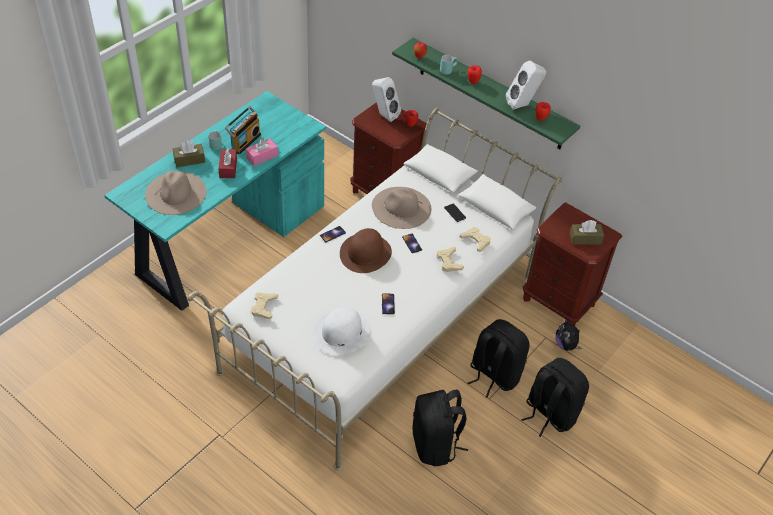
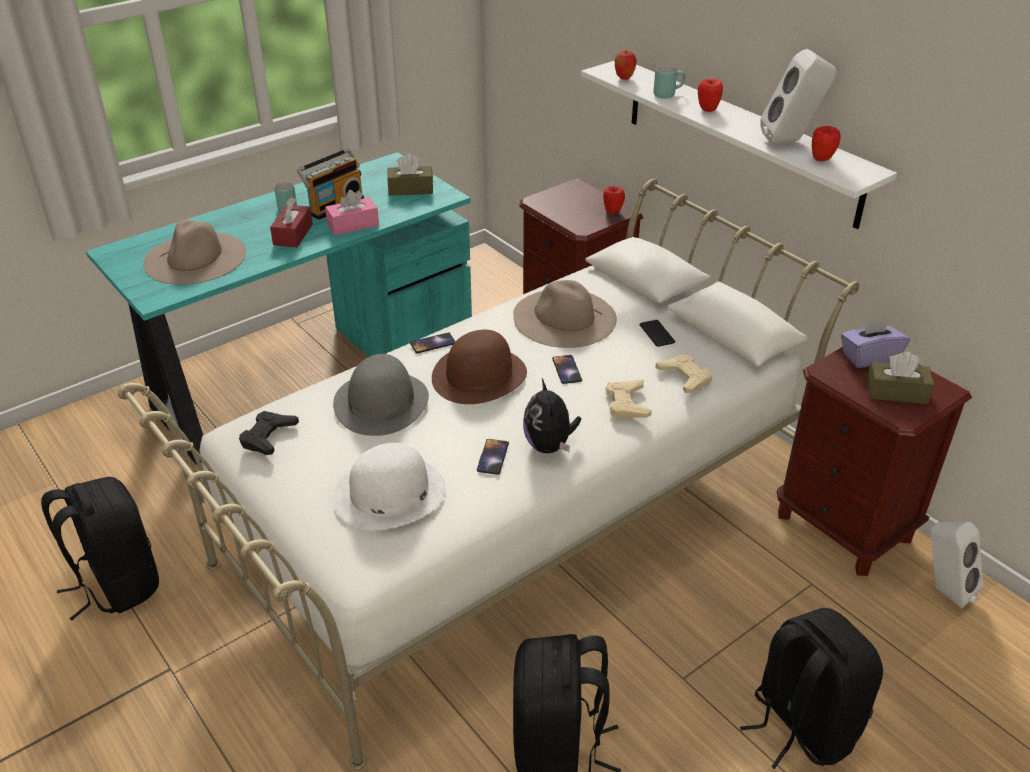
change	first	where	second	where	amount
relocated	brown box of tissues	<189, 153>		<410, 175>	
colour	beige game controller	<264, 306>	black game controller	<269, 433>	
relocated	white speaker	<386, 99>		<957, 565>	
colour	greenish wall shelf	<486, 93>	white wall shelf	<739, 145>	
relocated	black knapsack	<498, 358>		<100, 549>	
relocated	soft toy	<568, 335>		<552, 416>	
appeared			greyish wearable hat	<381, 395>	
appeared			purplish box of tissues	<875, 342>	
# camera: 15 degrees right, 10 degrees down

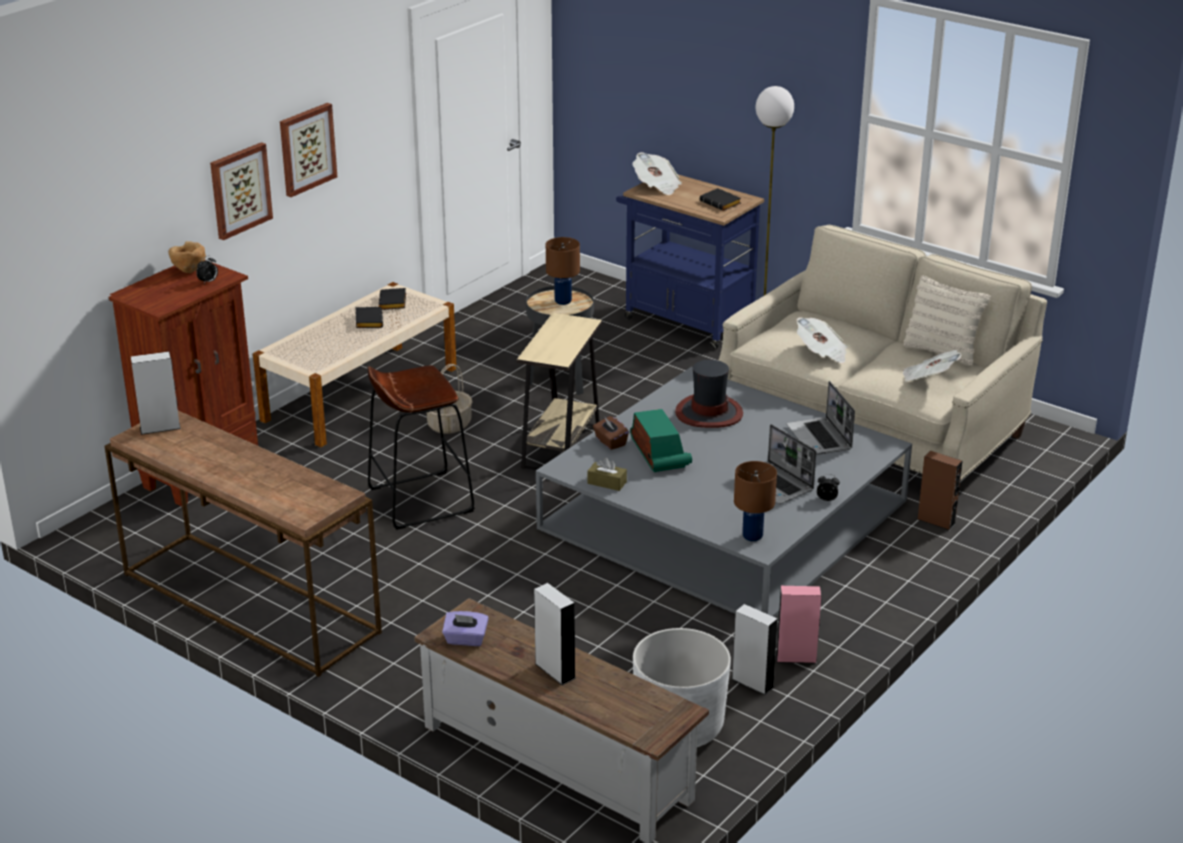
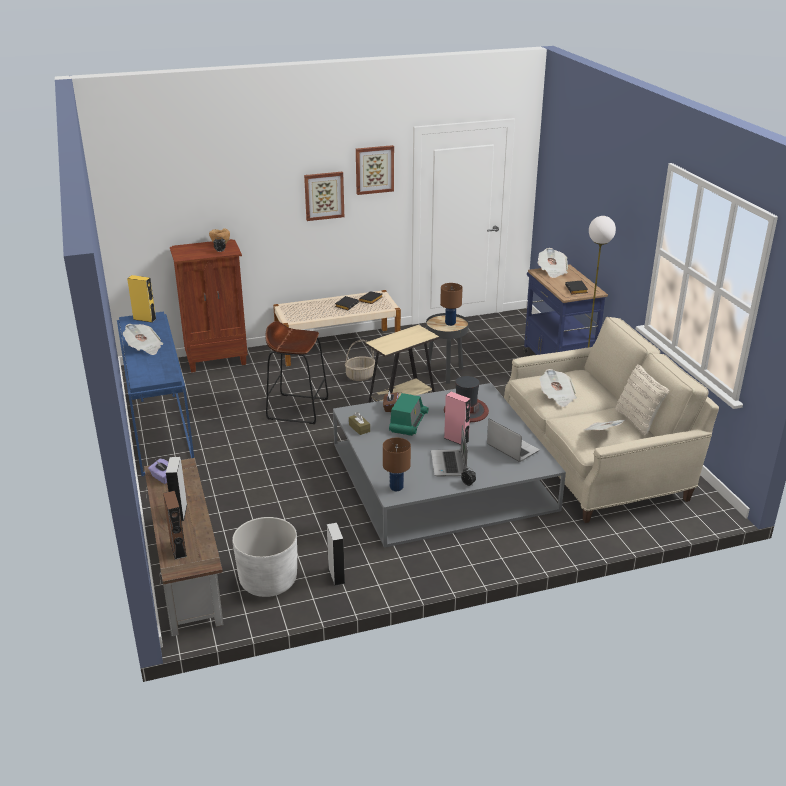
change	first	where	second	where	amount
colour	brown console table	<243, 544>	bluish console table	<155, 394>	
colour	greyish speaker	<156, 393>	yellow speaker	<141, 299>	
relocated	wall picture	<241, 191>		<375, 170>	
relocated	pink speaker	<798, 625>		<457, 418>	
spun	laptop	<821, 418>		<513, 440>	120 degrees clockwise
relocated	brown speaker	<939, 490>		<175, 525>	
appeared			printed paper	<143, 339>	
# camera: 35 degrees right, 0 degrees up

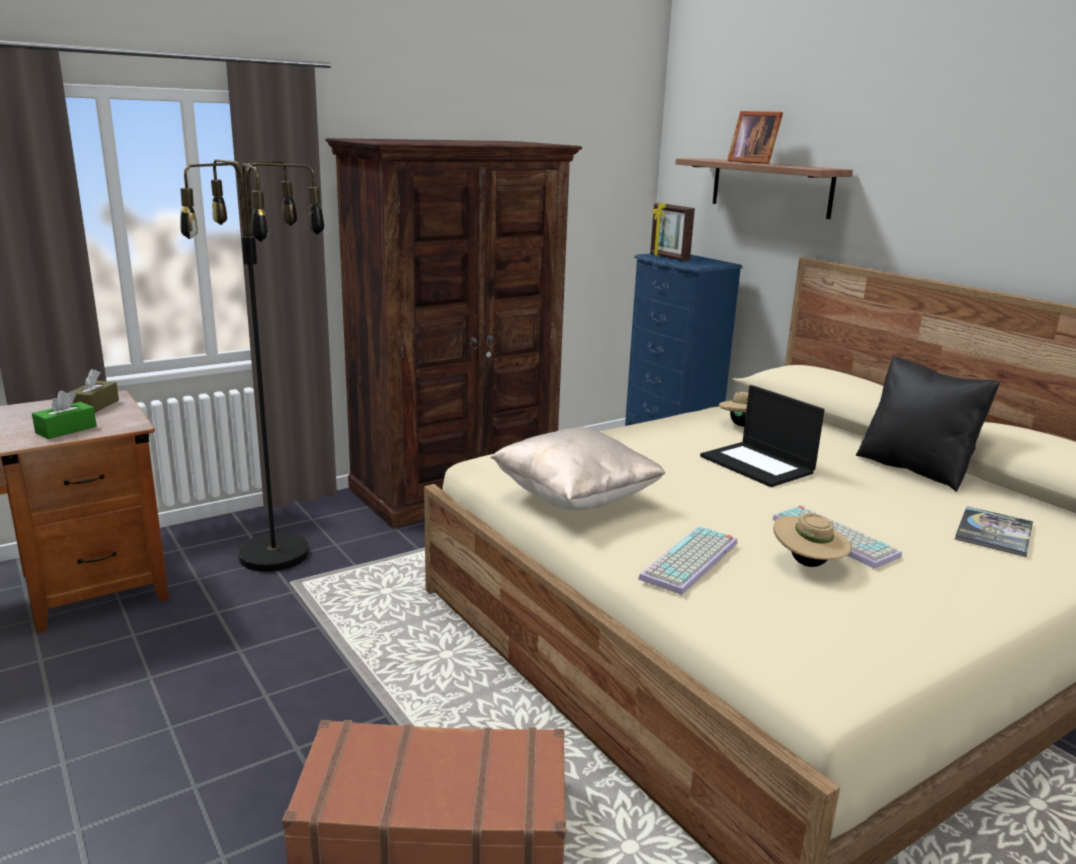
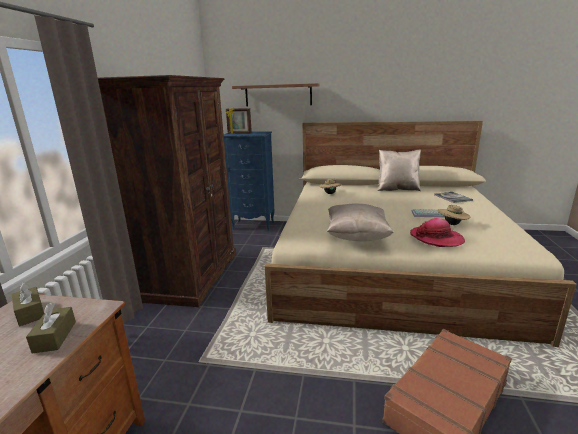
change	first	where	second	where	amount
colour	greenish box of tissues	<64, 414>	brown box of tissues	<51, 327>	
missing	floor lamp	<252, 365>			
exchanged	keyboard	<687, 560>	wearable hat	<437, 232>	
missing	laptop	<762, 436>			
missing	photo frame	<755, 137>			
colour	black cushion	<928, 423>	beige cushion	<399, 170>	
# camera: 45 degrees left, 0 degrees up

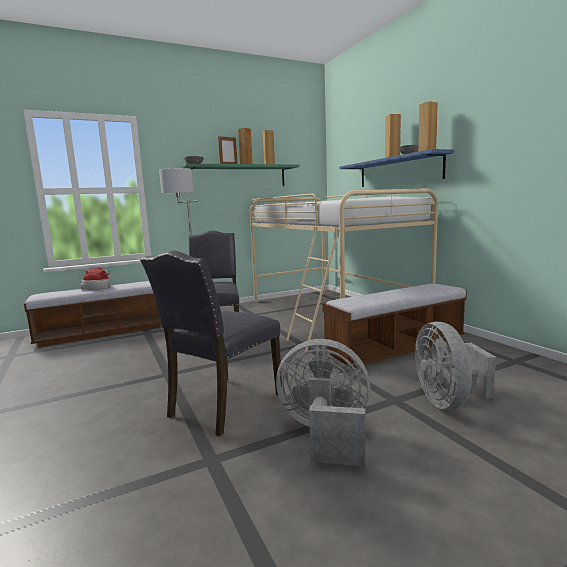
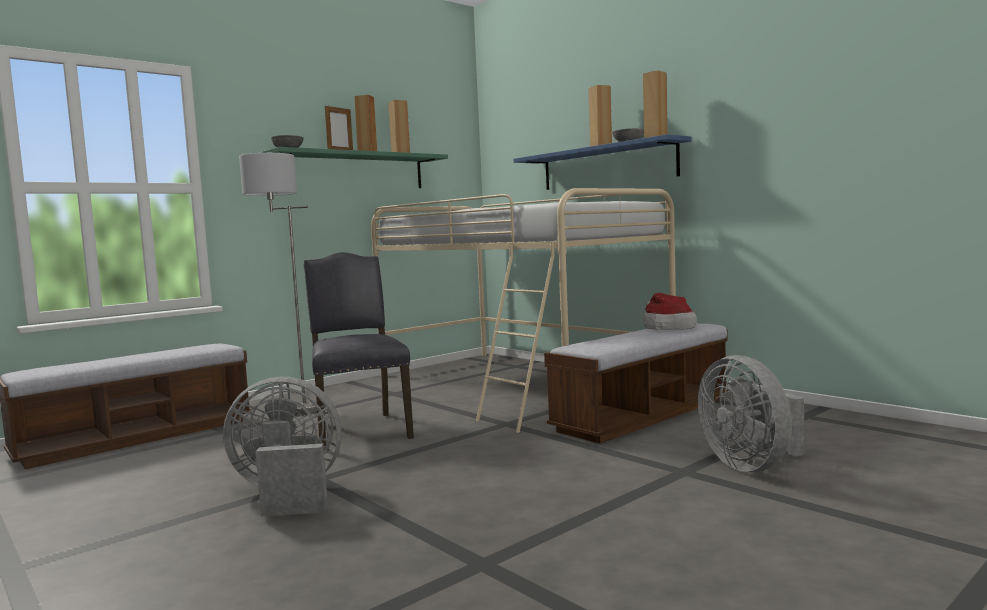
change	first	where	second	where	amount
relocated	wearable hat	<96, 278>		<670, 311>	
missing	greyish chair	<211, 343>			
relocated	greyish fan	<323, 403>		<282, 446>	
# camera: 15 degrees left, 5 degrees down

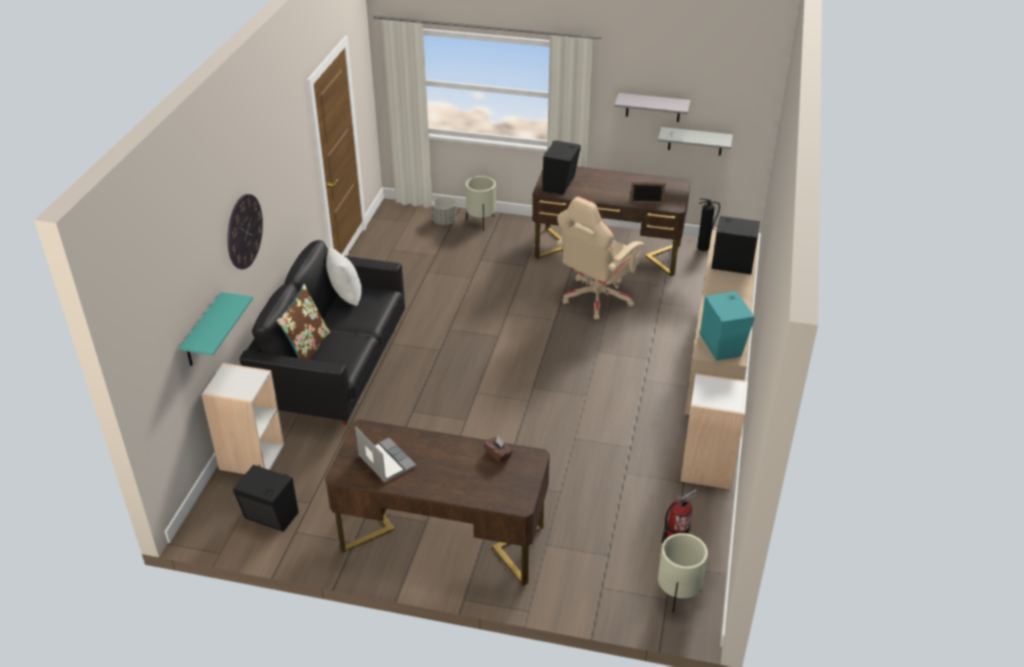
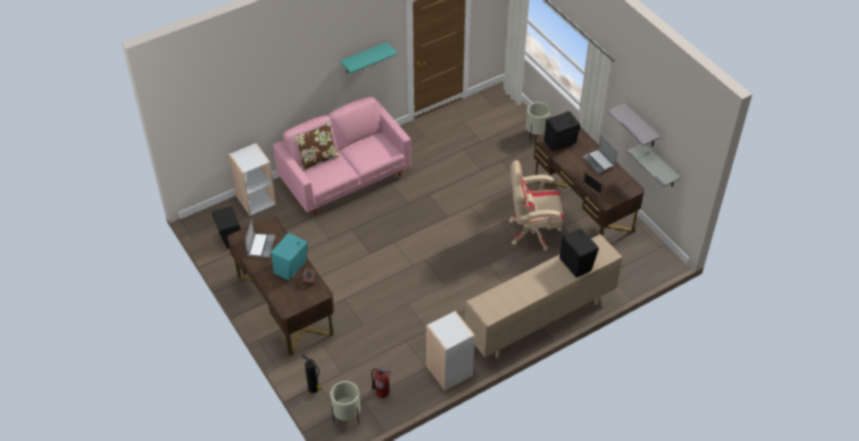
change	first	where	second	where	amount
relocated	turquoise-coloured wall shelf	<216, 329>		<369, 57>	
missing	clock on the wall	<245, 231>			
colour	black settee	<322, 332>	pink settee	<341, 155>	
missing	white cushion	<344, 277>			
missing	greyish plant pot	<444, 210>			
relocated	fire-fighting cylinder	<709, 224>		<311, 373>	
relocated	turquoise-coloured speaker	<727, 325>		<289, 257>	
appeared			laptop	<600, 154>	
# camera: 45 degrees right, 10 degrees up

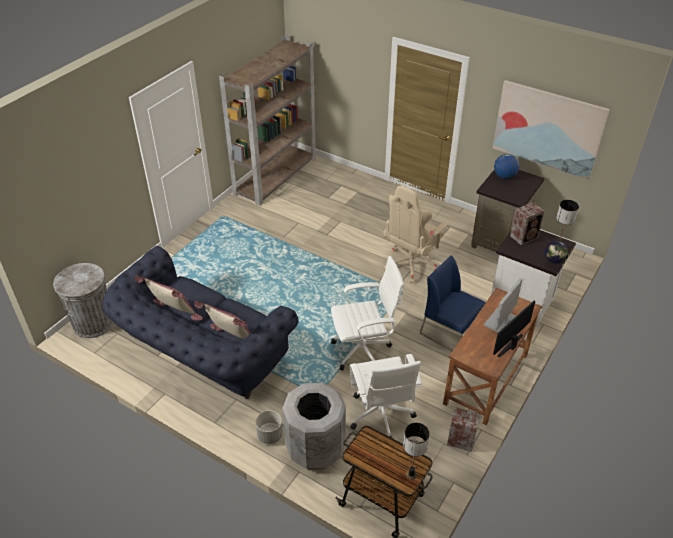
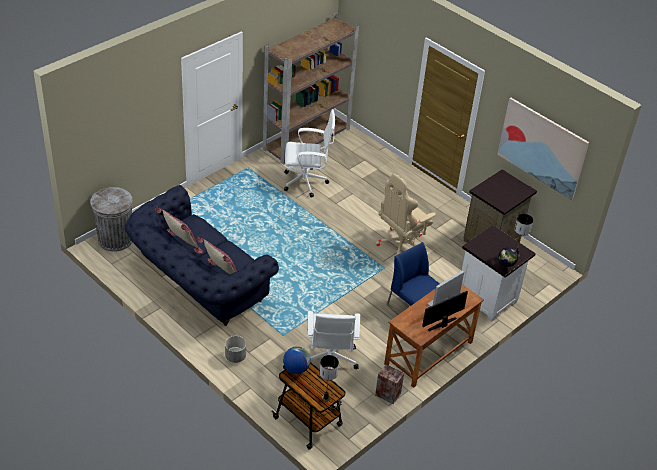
change	first	where	second	where	amount
missing	greyish rubbish bin	<314, 426>			
relocated	white computer chair	<367, 313>		<309, 153>	
relocated	desk globe	<507, 166>		<297, 360>	
missing	speaker	<527, 223>			
# camera: 10 degrees right, 0 degrees up

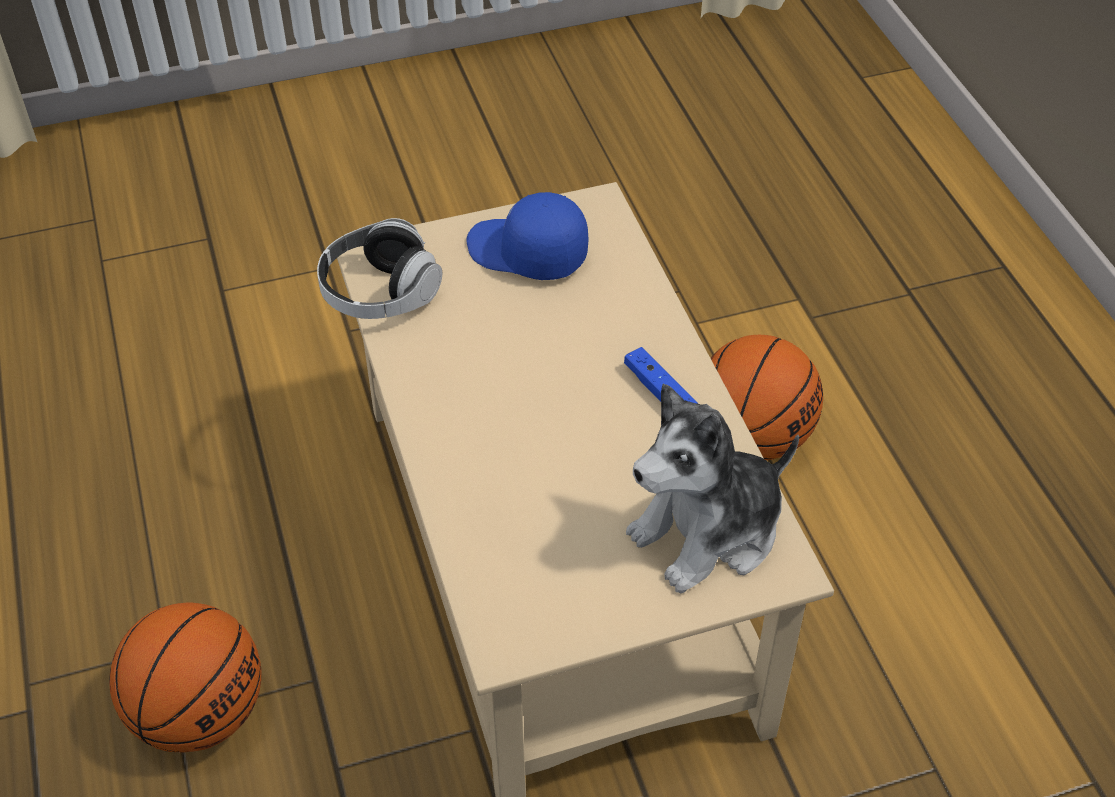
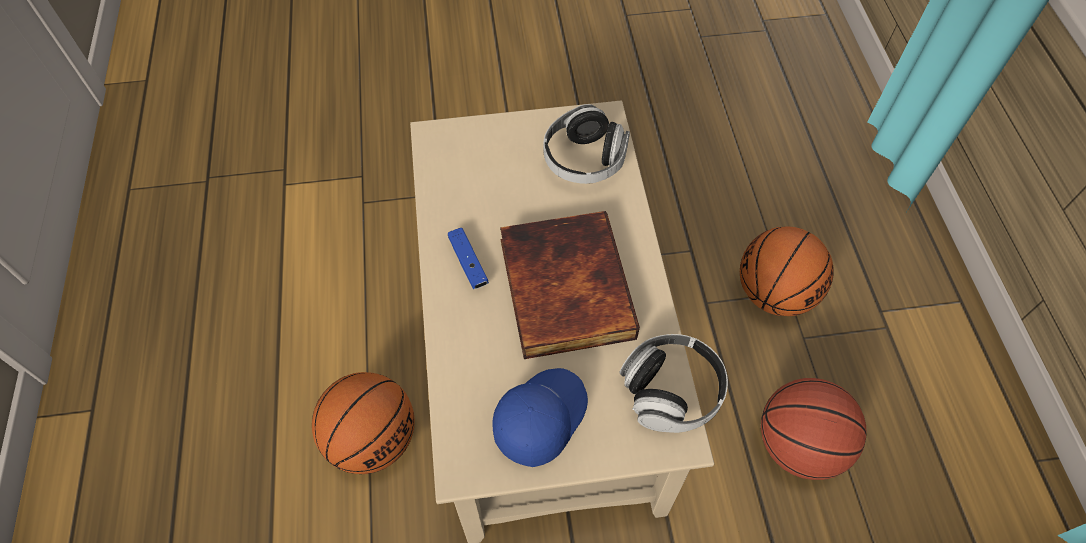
change	first	where	second	where	amount
spun	bluish cap	<528, 236>		<540, 417>	90 degrees counterclockwise
missing	soft toy	<712, 488>			
appeared			bound book	<570, 285>	
appeared			headset	<587, 144>	
appeared			basketball ball	<813, 429>	
# camera: 170 degrees left, 10 degrees up

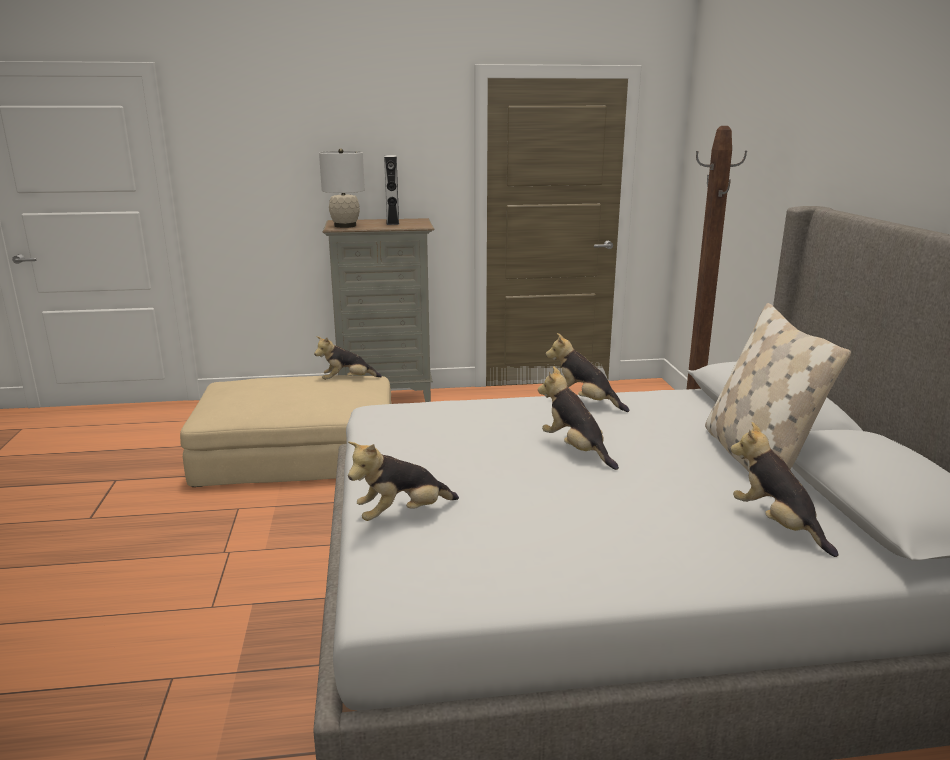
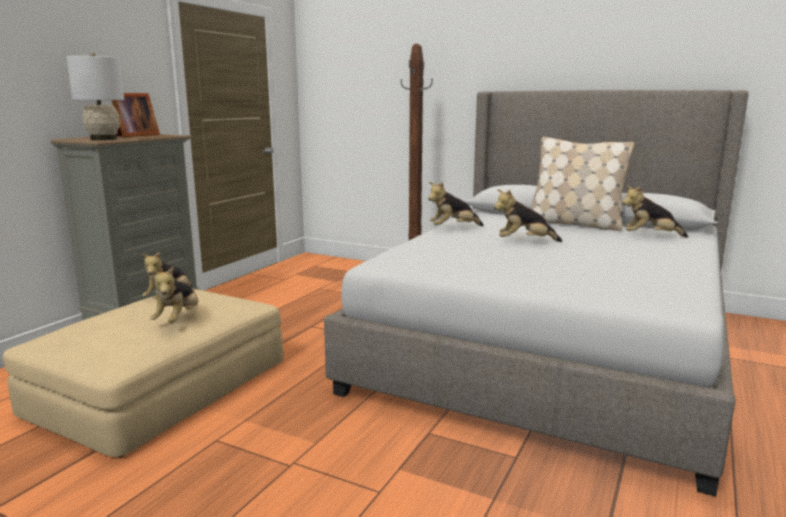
change	first	where	second	where	amount
relocated	soft toy	<403, 481>		<174, 295>	
exchanged	greyish speaker	<391, 190>	photo frame	<136, 115>	
# camera: 55 degrees left, 5 degrees down

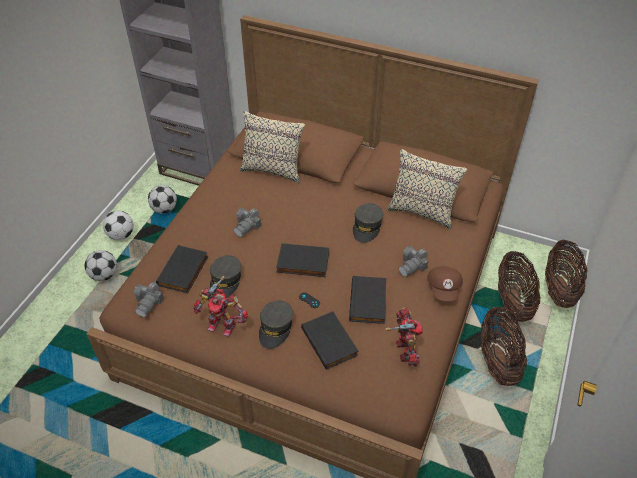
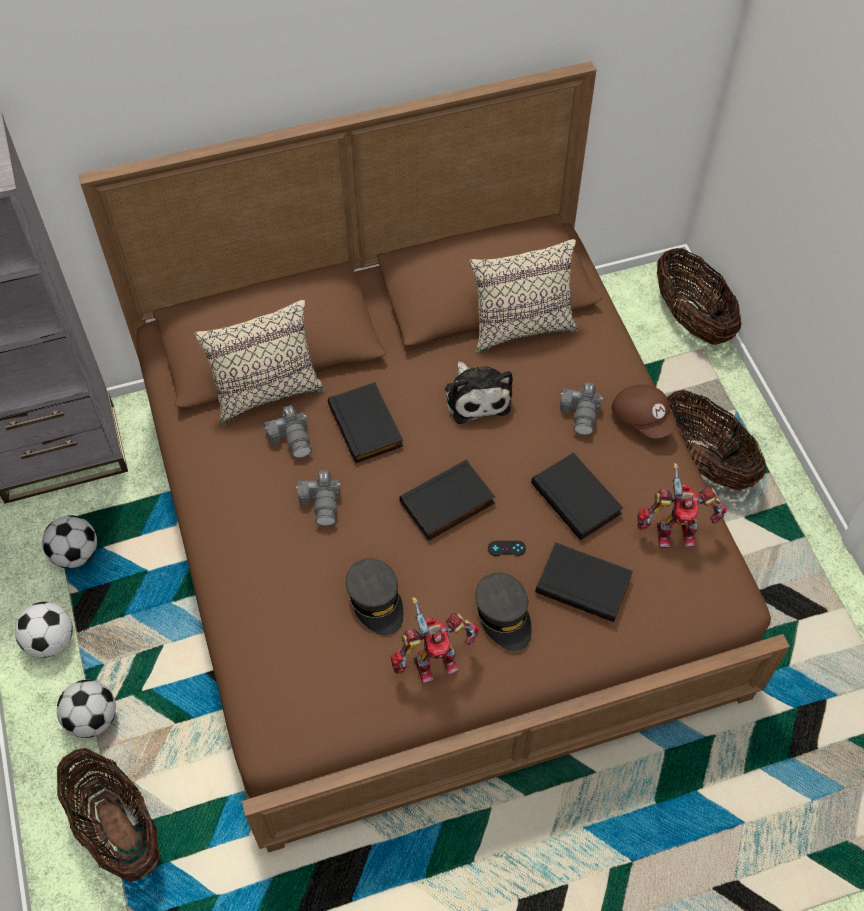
change	first	where	second	where	amount
relocated	photo camera	<149, 299>		<288, 431>	
relocated	black bound book	<182, 269>		<365, 422>	
exchanged	greyish cap	<368, 223>	soft toy	<479, 392>	
spun	toy robot	<404, 337>		<682, 505>	135 degrees clockwise
relocated	basket	<519, 286>		<108, 815>	
# camera: 40 degrees left, 10 degrees up

